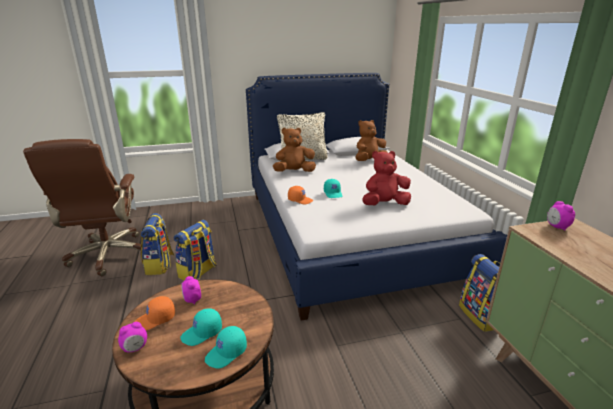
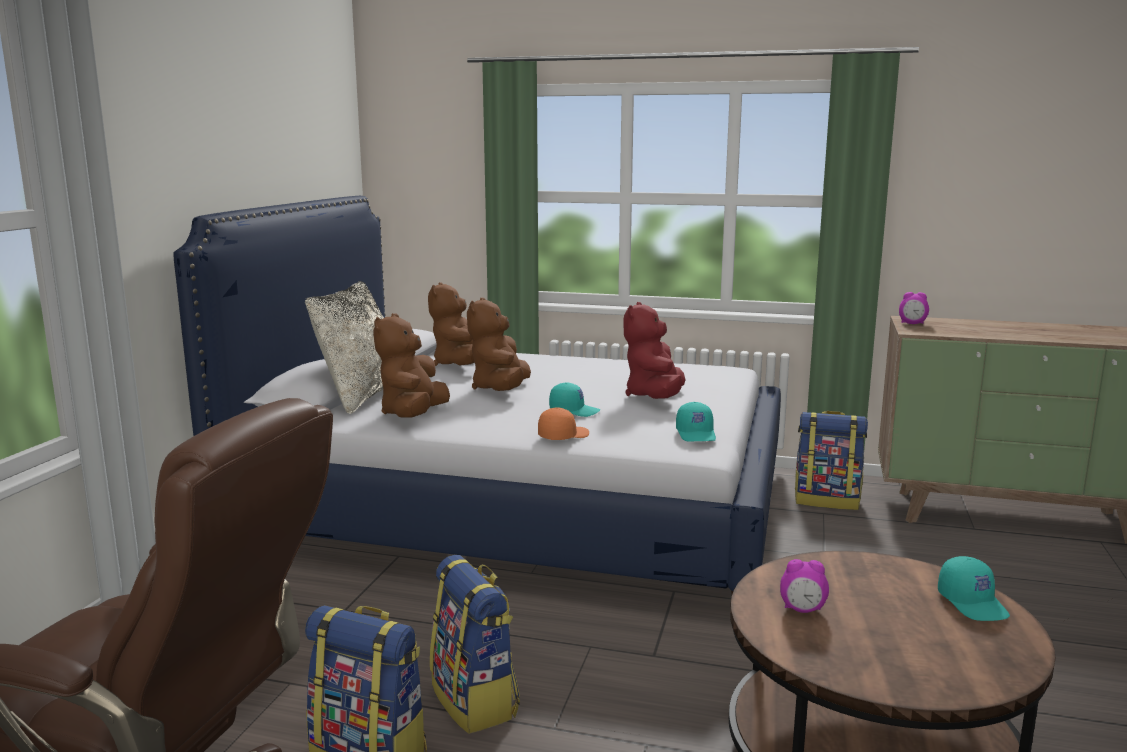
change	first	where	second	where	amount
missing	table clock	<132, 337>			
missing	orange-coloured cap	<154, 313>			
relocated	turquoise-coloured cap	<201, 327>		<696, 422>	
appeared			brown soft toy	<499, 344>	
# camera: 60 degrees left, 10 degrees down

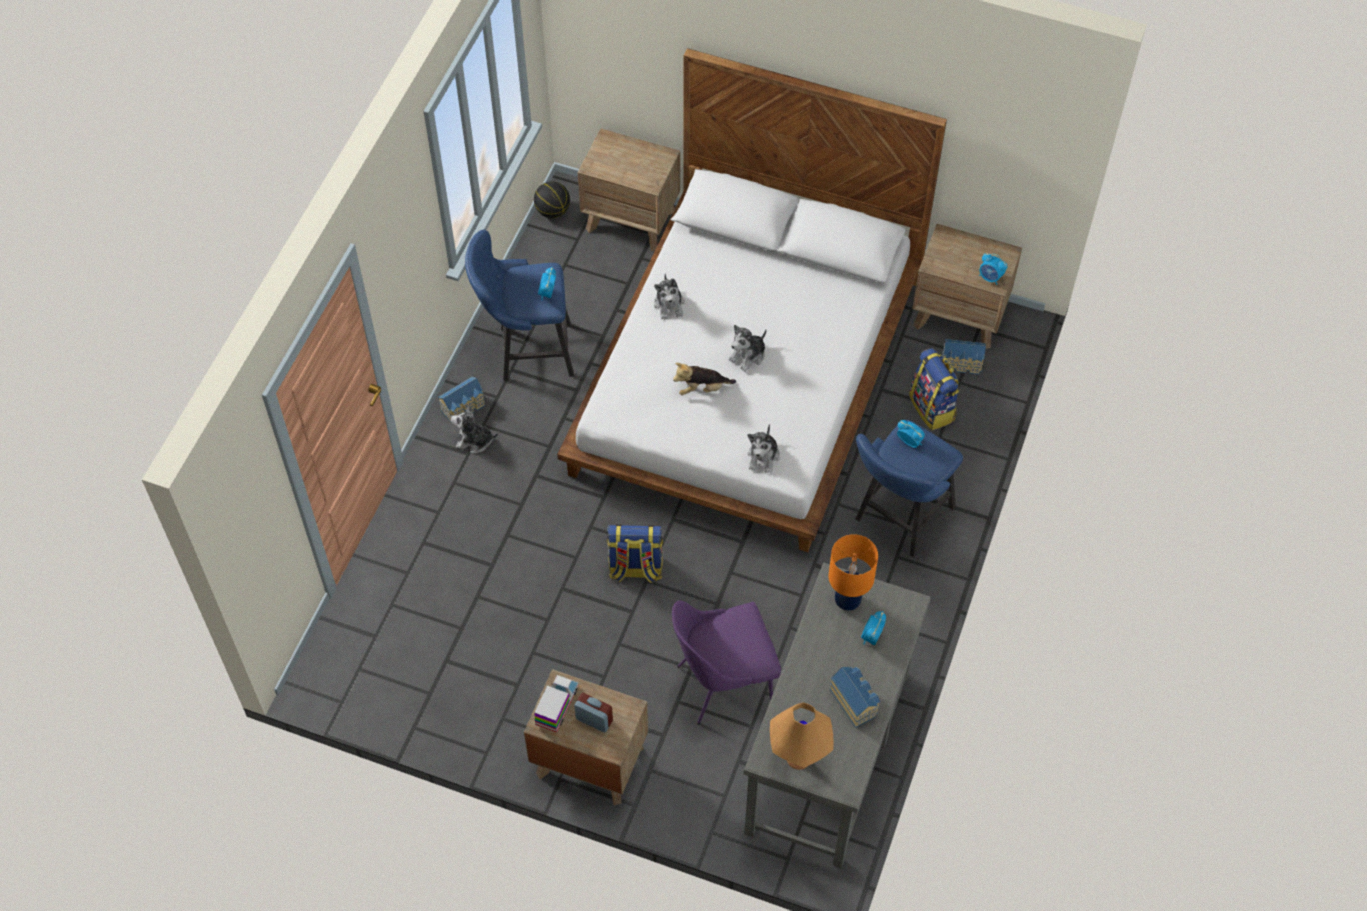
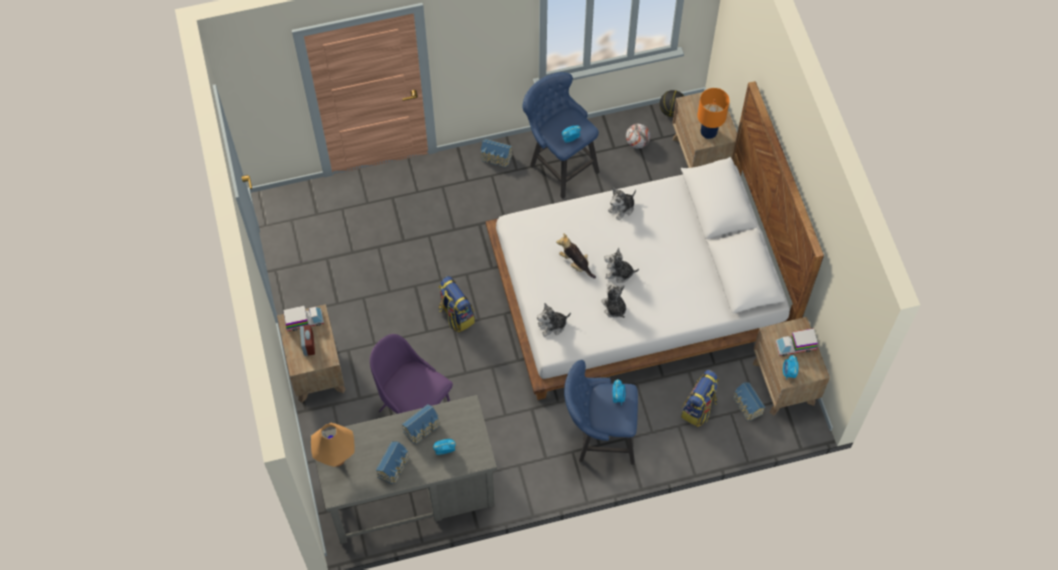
change	first	where	second	where	amount
relocated	soft toy	<474, 429>		<613, 300>	
relocated	orange-coloured lamp for a table	<853, 572>		<713, 113>	
appeared			toy house	<420, 424>	
appeared			ball for football	<638, 136>	
appeared			toy lorry	<797, 342>	
# camera: 55 degrees right, 5 degrees up

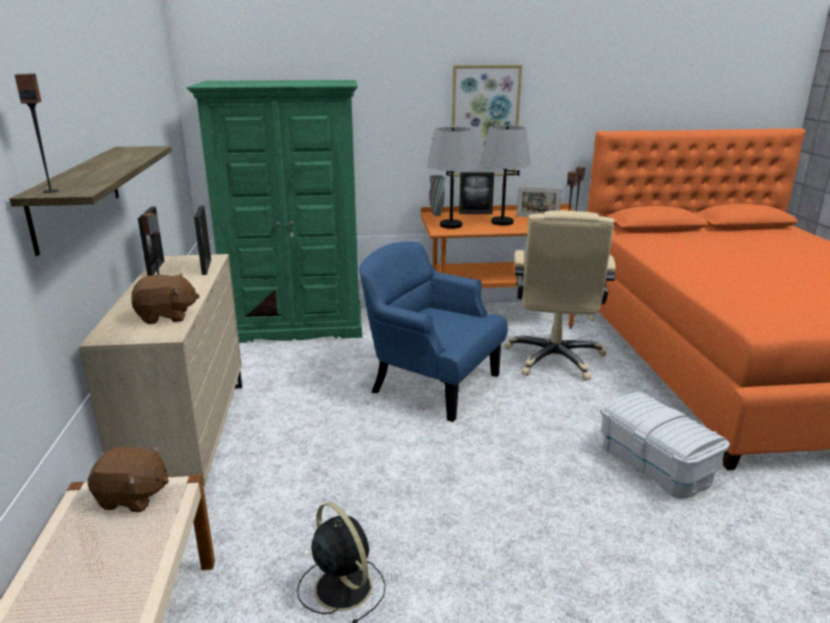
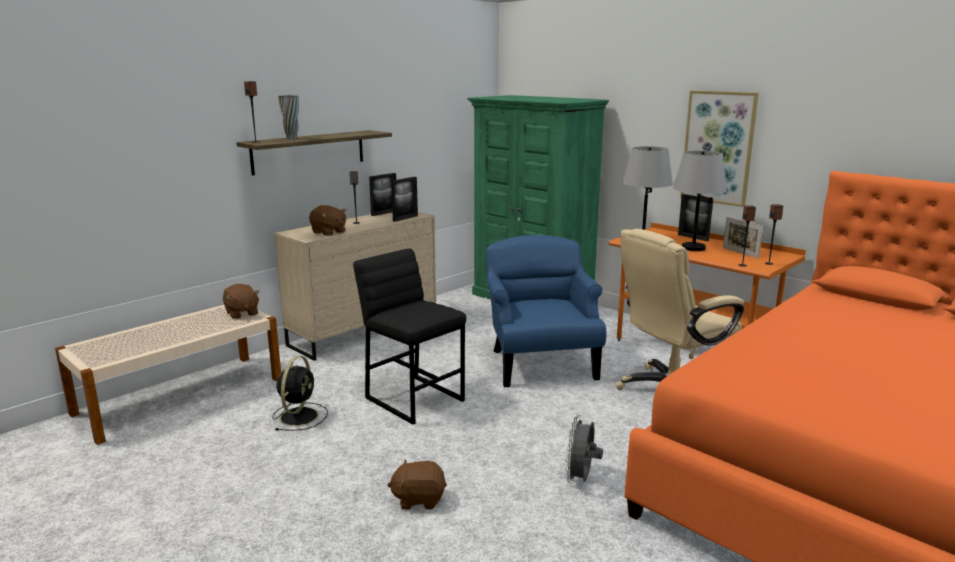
change	first	where	second	where	amount
relocated	greyish flower vase	<437, 195>		<288, 117>	
exchanged	white storage bin	<665, 445>	greyish fan	<584, 449>	
appeared			black chair	<409, 337>	
appeared			brown soft toy	<417, 484>	
# camera: 50 degrees right, 5 degrees down

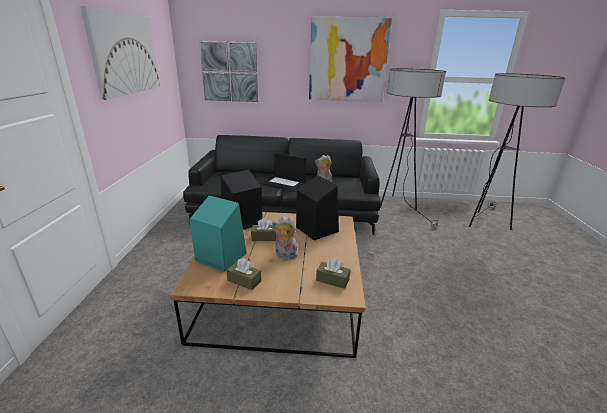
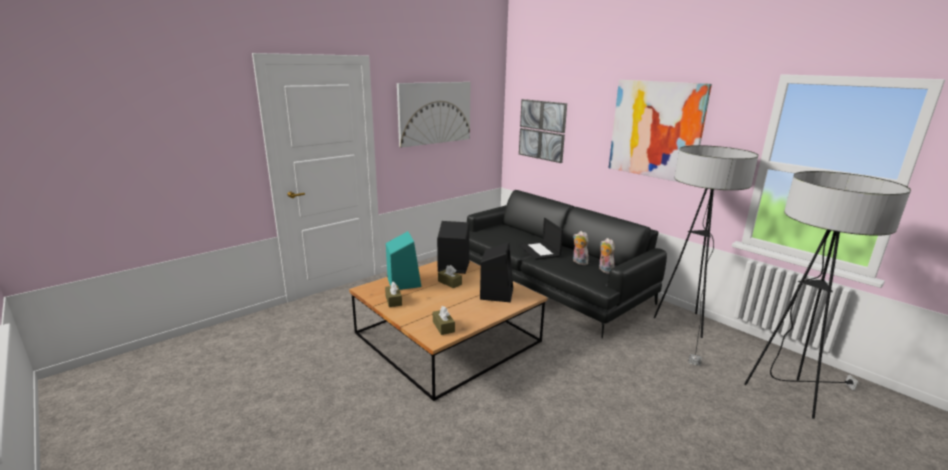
change	first	where	second	where	amount
relocated	soft toy	<285, 238>		<607, 256>	
# camera: 45 degrees right, 5 degrees down

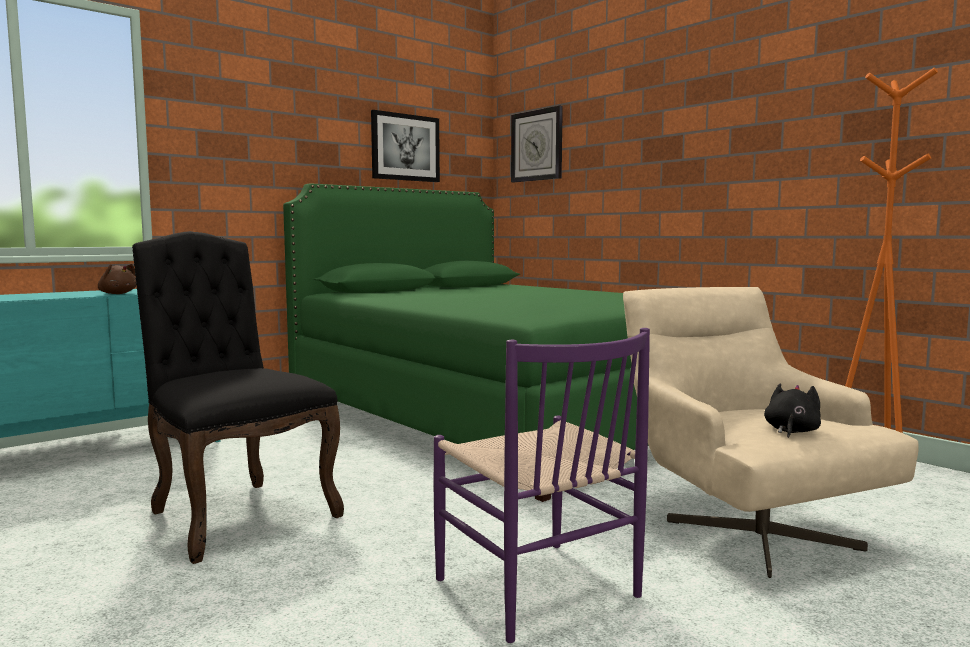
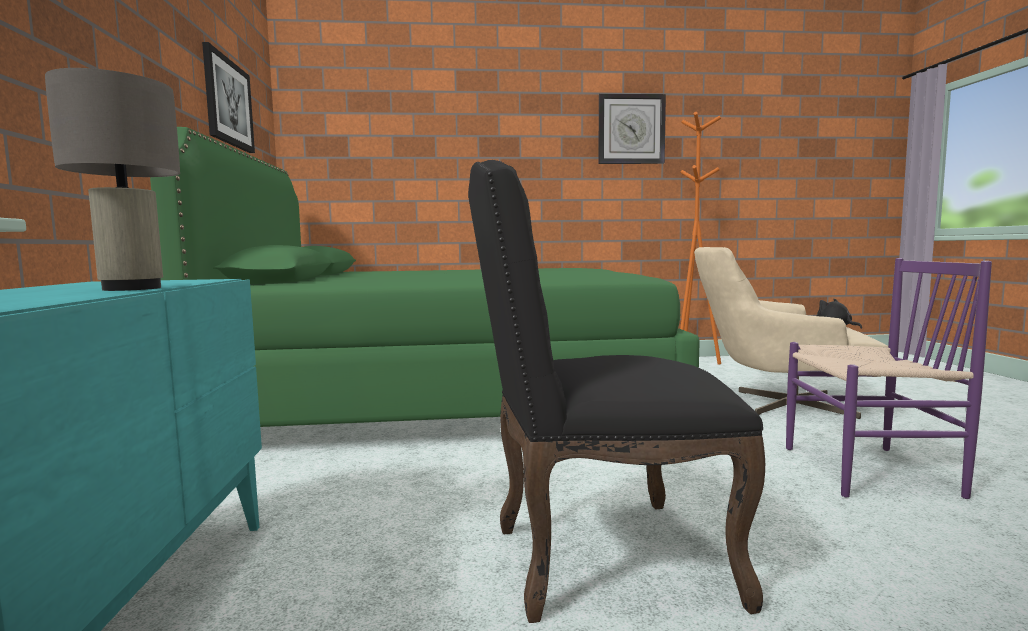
change	first	where	second	where	amount
exchanged	brown soft toy	<117, 279>	greyish lamp for a table	<112, 179>	
relocated	clock on the wall	<537, 144>		<632, 128>	
# camera: 55 degrees left, 0 degrees up

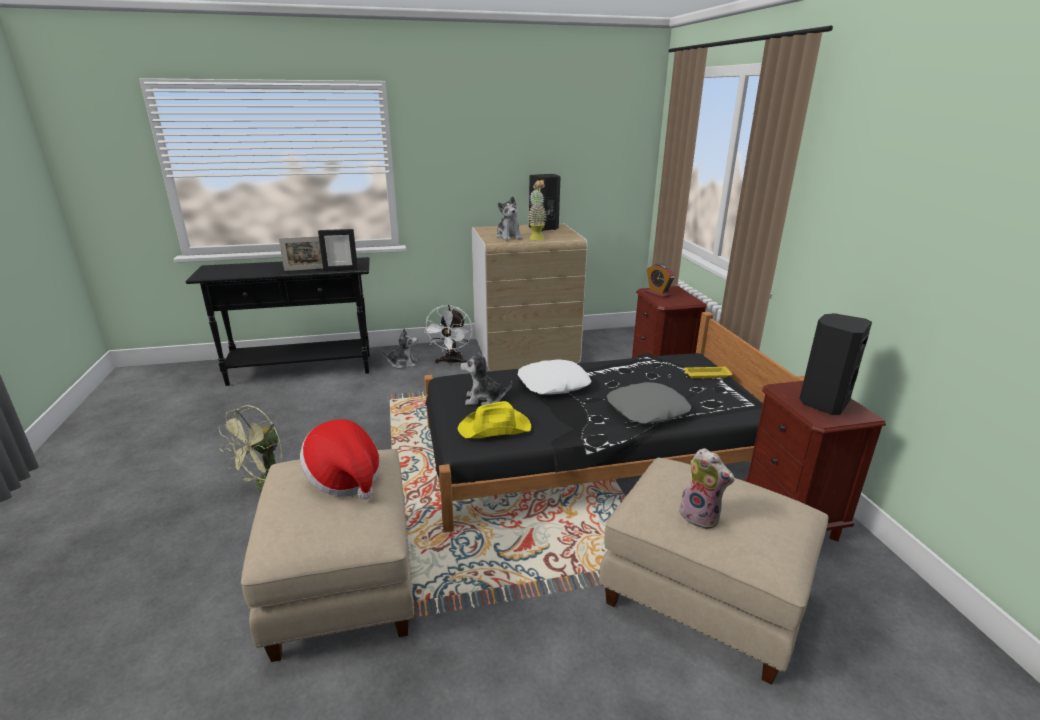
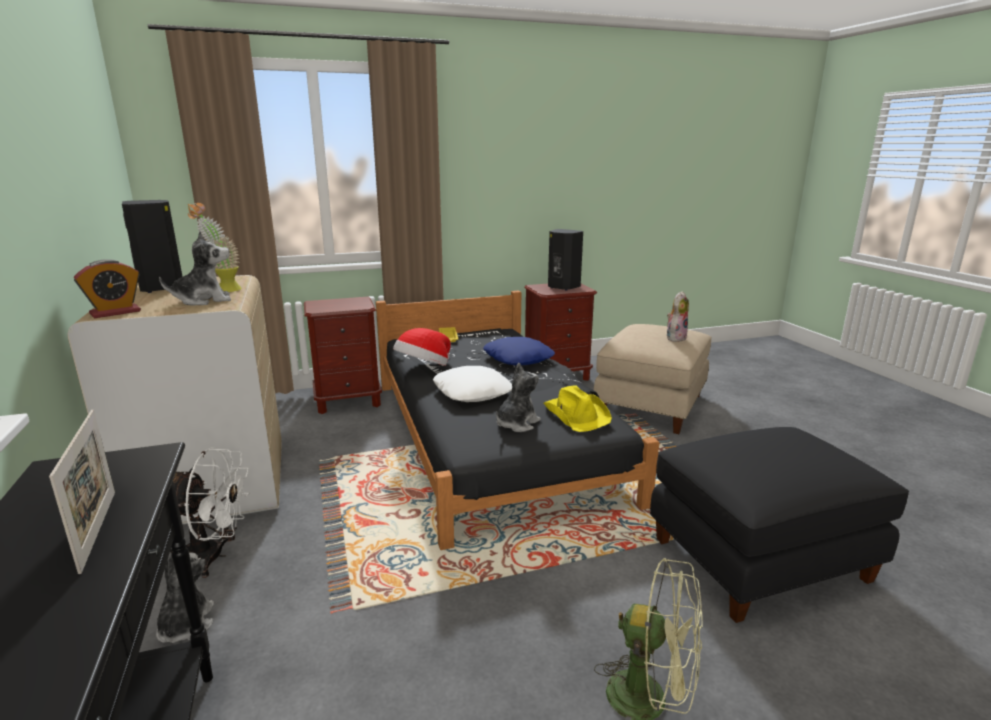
change	first	where	second	where	amount
colour	beige pouffe	<328, 555>	black pouffe	<779, 525>	
relocated	wearable hat	<340, 459>		<422, 347>	
missing	photo frame	<338, 250>			
spun	soft toy	<486, 378>		<518, 397>	135 degrees counterclockwise
colour	greyish cushion	<649, 403>	bluish cushion	<519, 351>	
relocated	table clock	<660, 281>		<107, 288>	
# camera: 95 degrees left, 5 degrees down

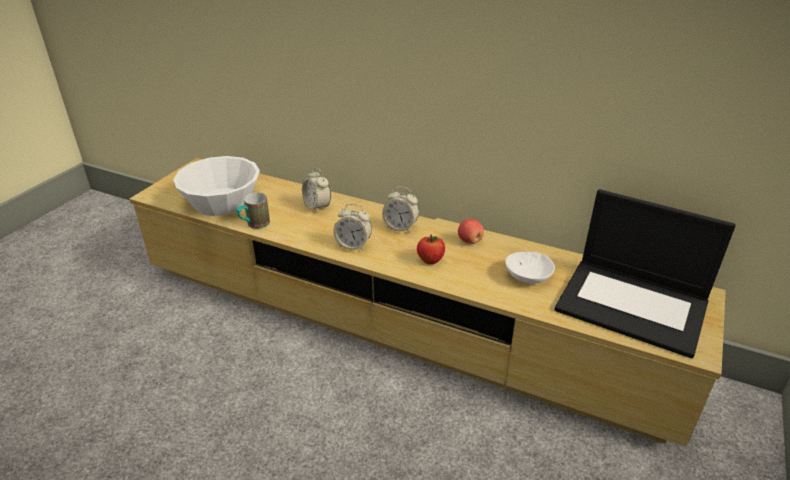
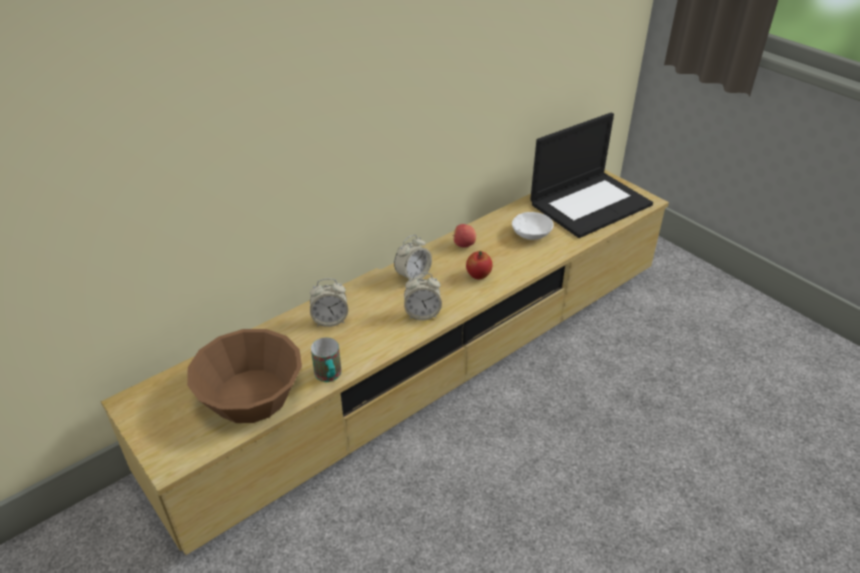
change	first	where	second	where	amount
colour	white bowl	<216, 186>	brown bowl	<244, 376>	
spun	table clock	<352, 227>		<423, 296>	45 degrees clockwise
# camera: 65 degrees left, 5 degrees up

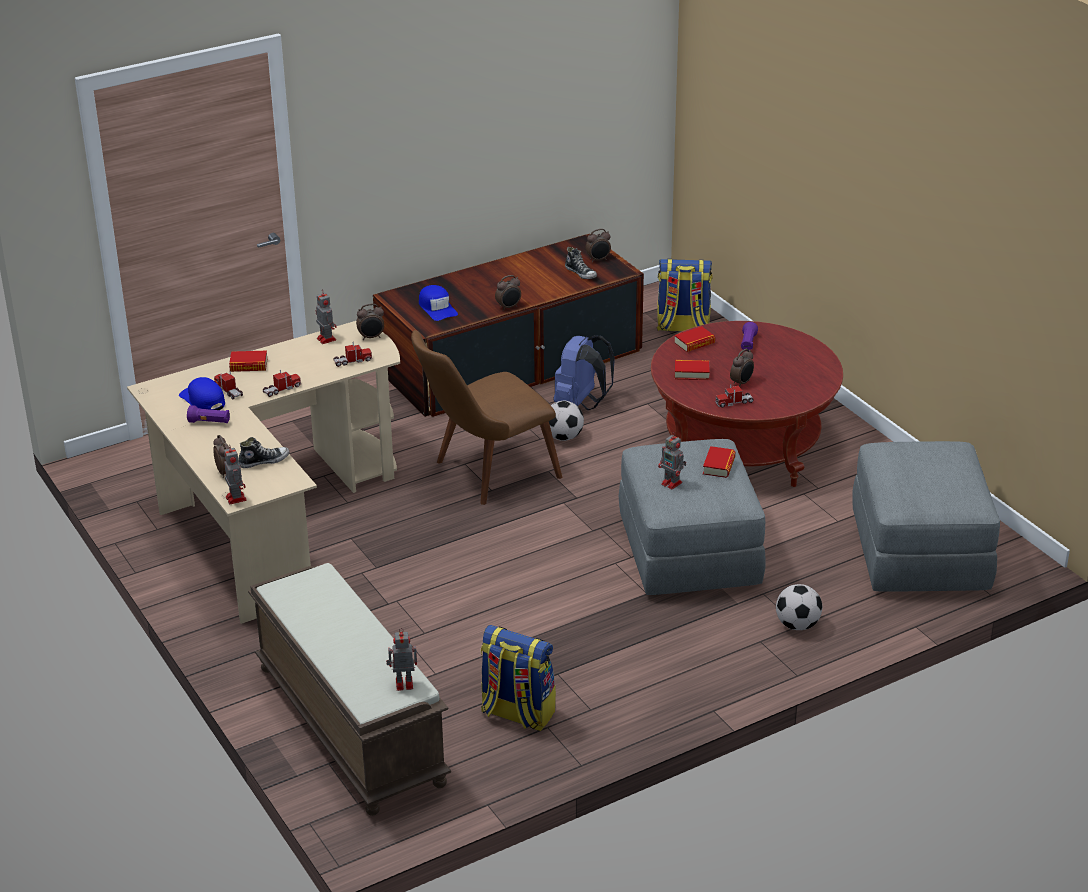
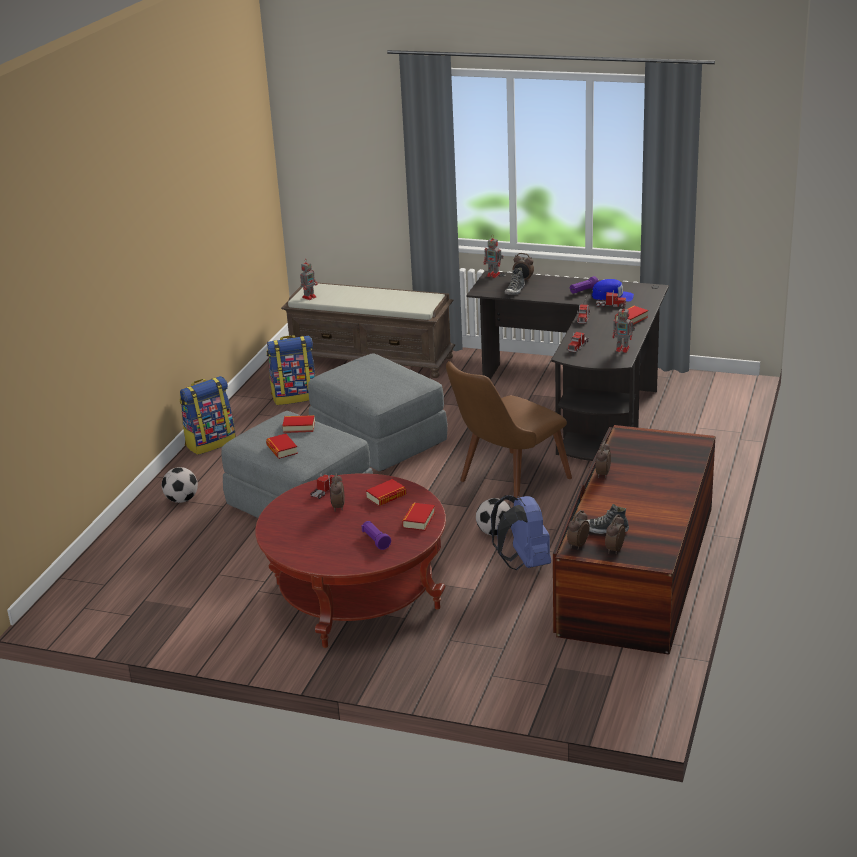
change	first	where	second	where	amount
colour	beige desk table	<263, 472>	black desk table	<567, 366>	
relocated	table clock	<370, 322>		<578, 530>	
spun	brown chair	<486, 417>		<509, 429>	150 degrees counterclockwise
missing	bluish cap	<438, 303>			
relocated	knapsack	<685, 295>		<207, 415>	
exchanged	toy robot	<672, 461>	bound book	<298, 424>	
relocated	greyish pouffe	<926, 516>		<378, 412>	
# camera: 140 degrees right, 5 degrees down

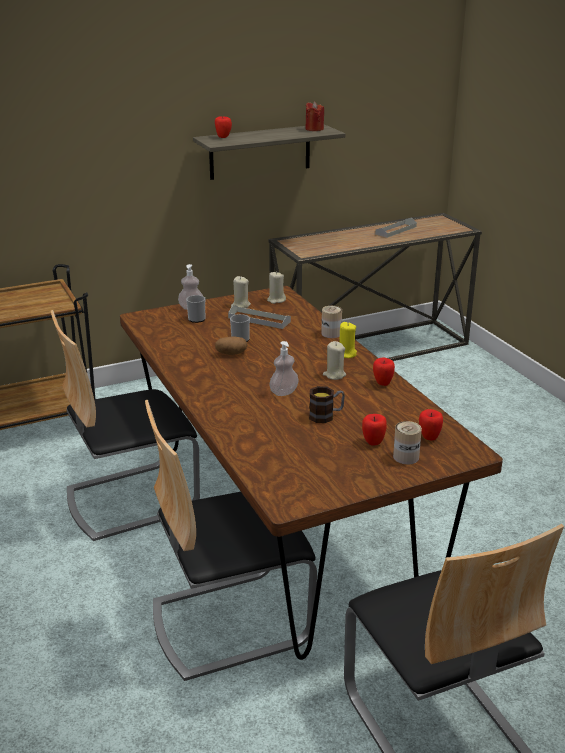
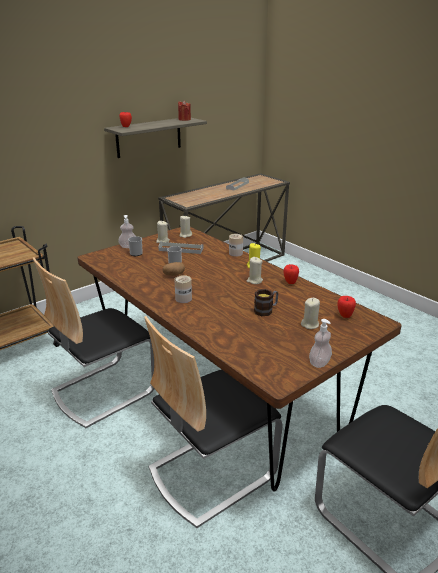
change	first	where	second	where	amount
relocated	liquid soap bottle	<284, 368>		<320, 343>	
exchanged	whole apple	<374, 430>	beige wax light	<310, 313>	
relocated	can	<407, 442>		<183, 289>	
# camera: 15 degrees left, 0 degrees up

